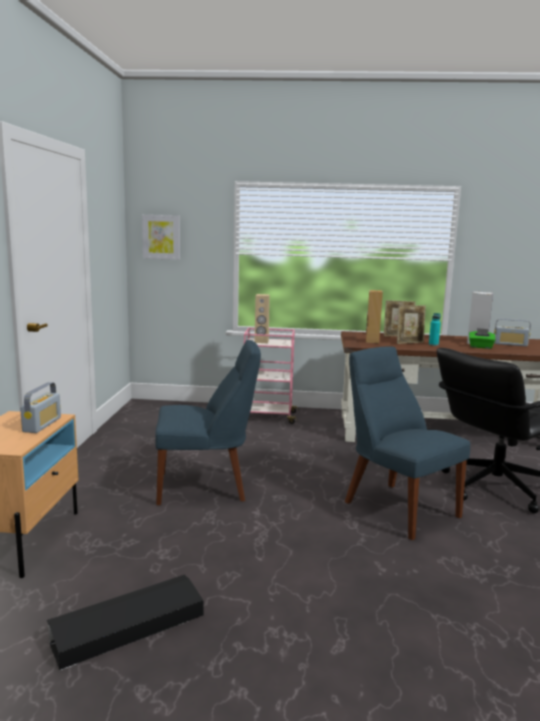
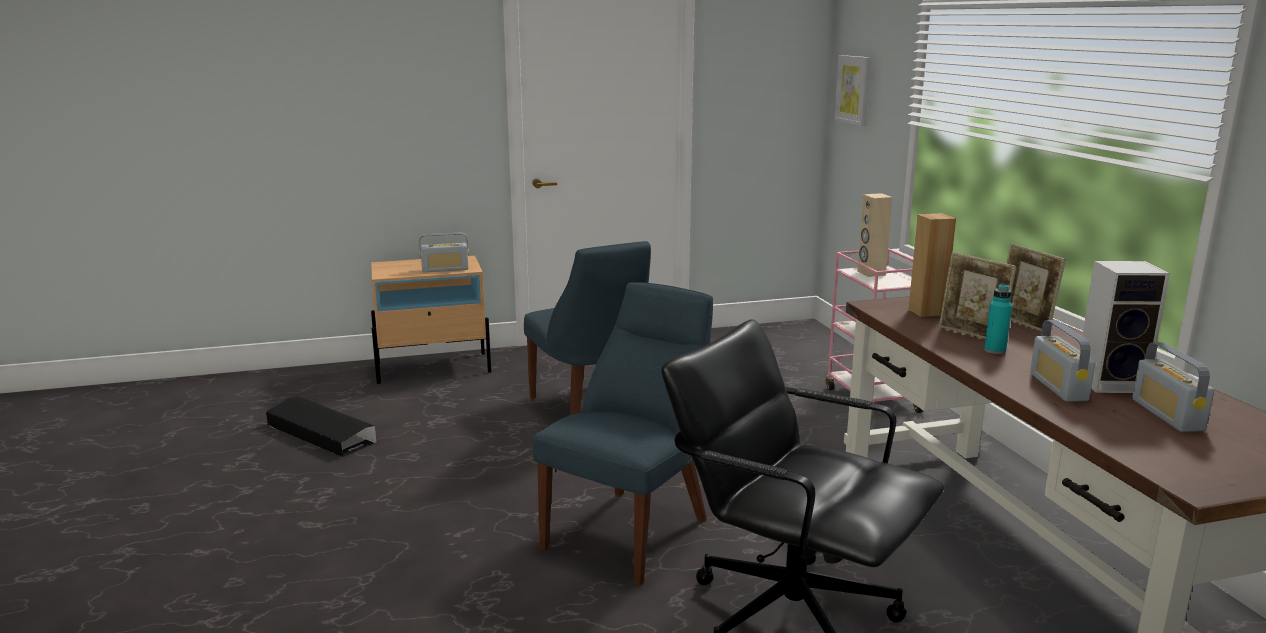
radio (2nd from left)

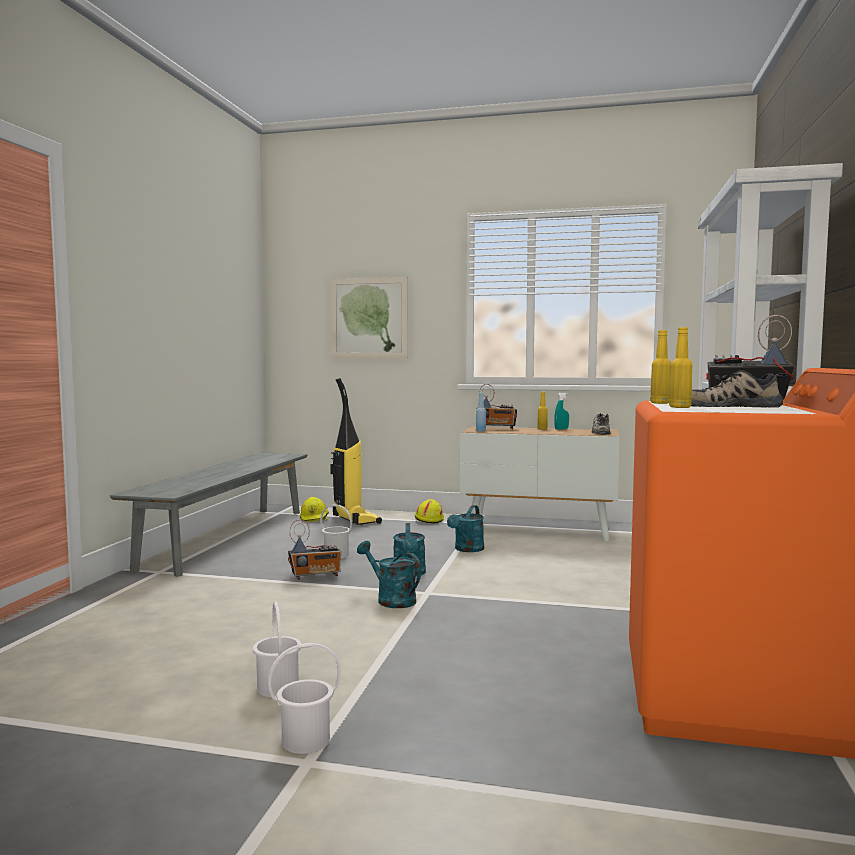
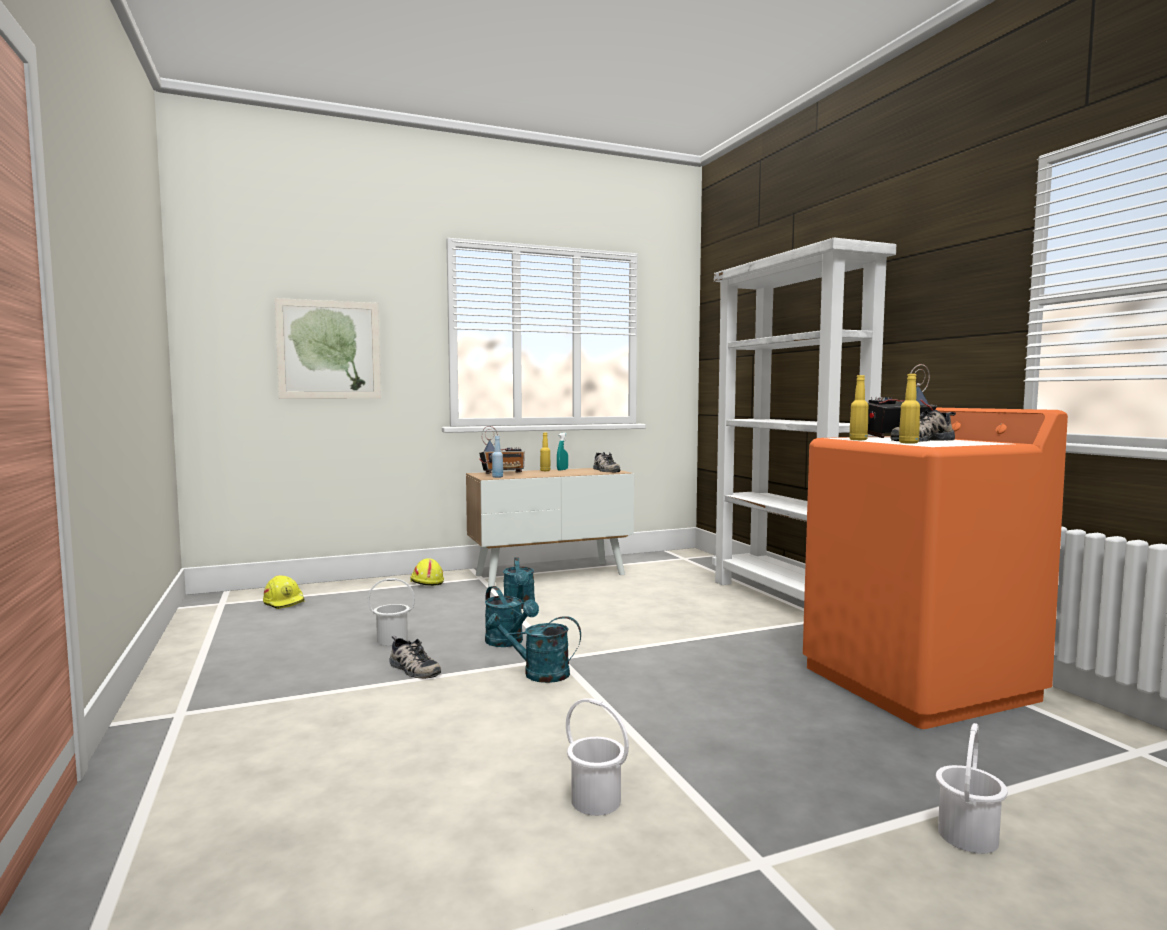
shoe (1st from left); white bucket (3rd from left); grey bench; vacuum cleaner

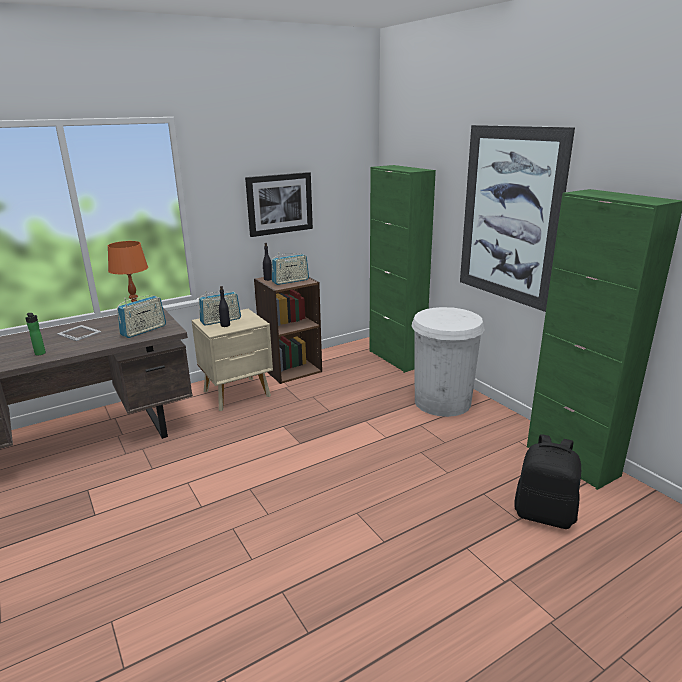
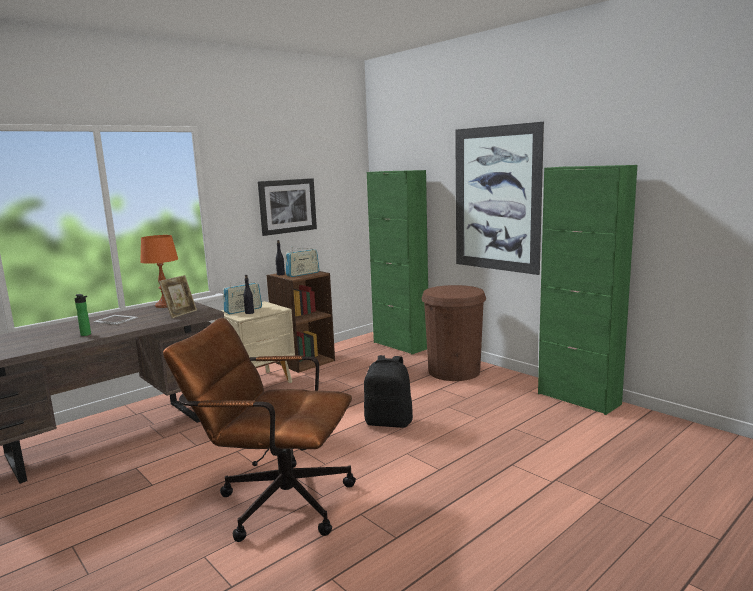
picture frame (2nd from left); brown office chair; black backpack; brown trash can

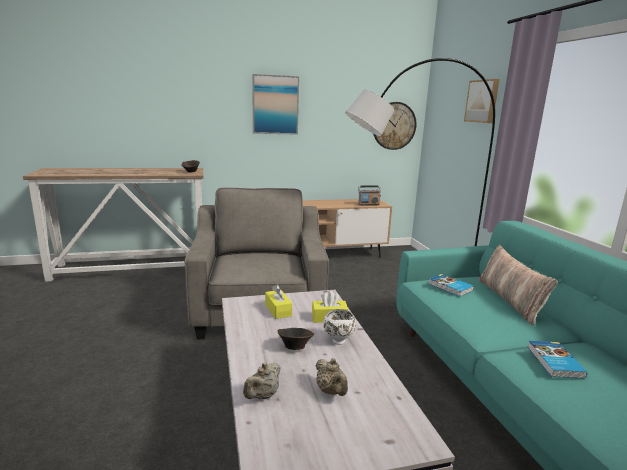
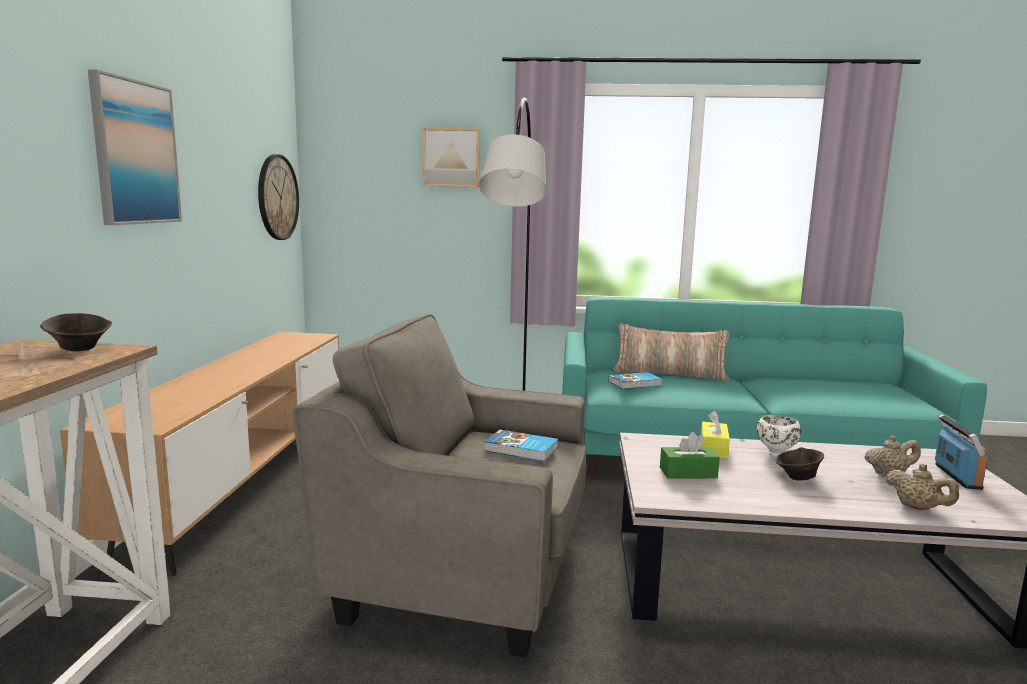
book (1st from left); green tissue box; radio

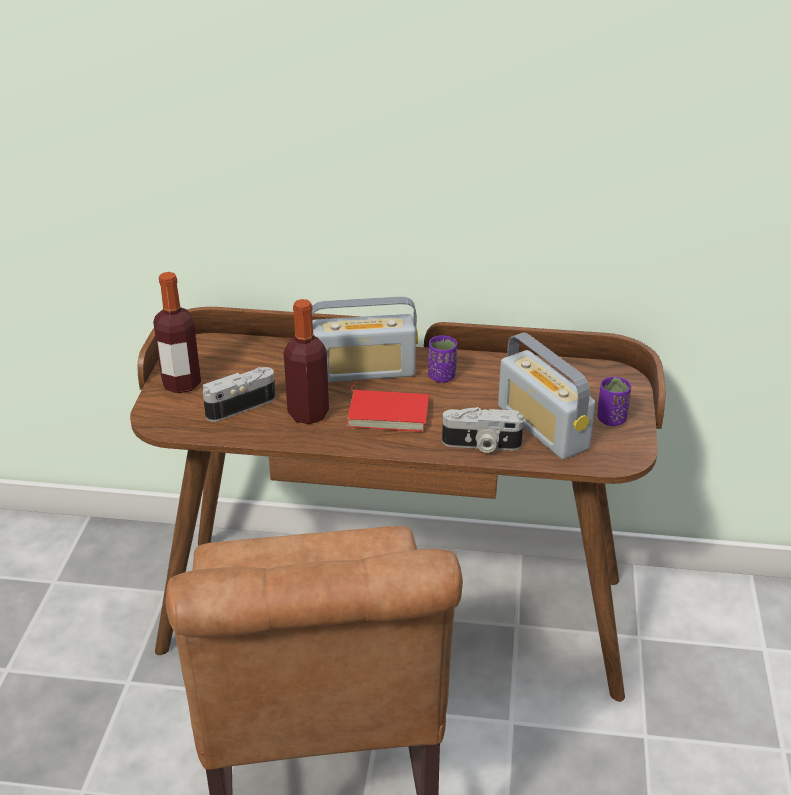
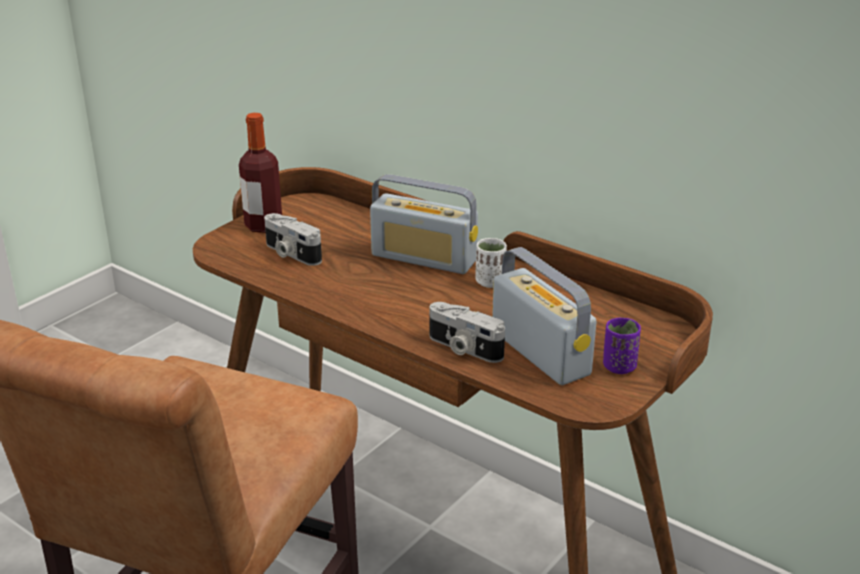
photo camera (1st from left); white cup; radio (2nd from left); bottle (2nd from left in the first image); red book

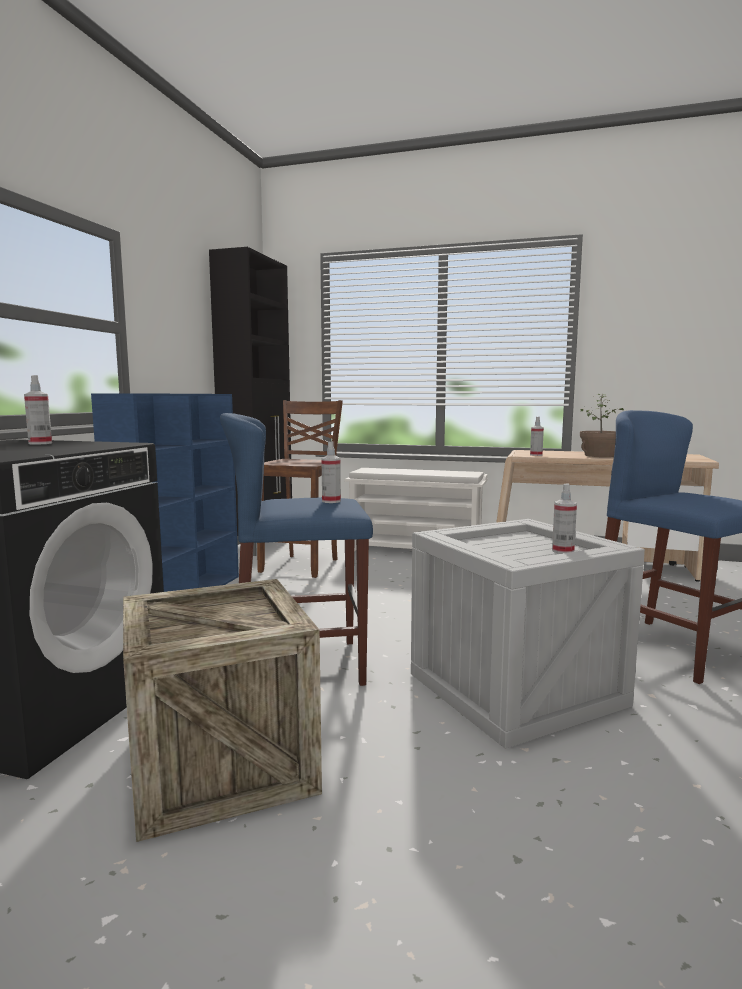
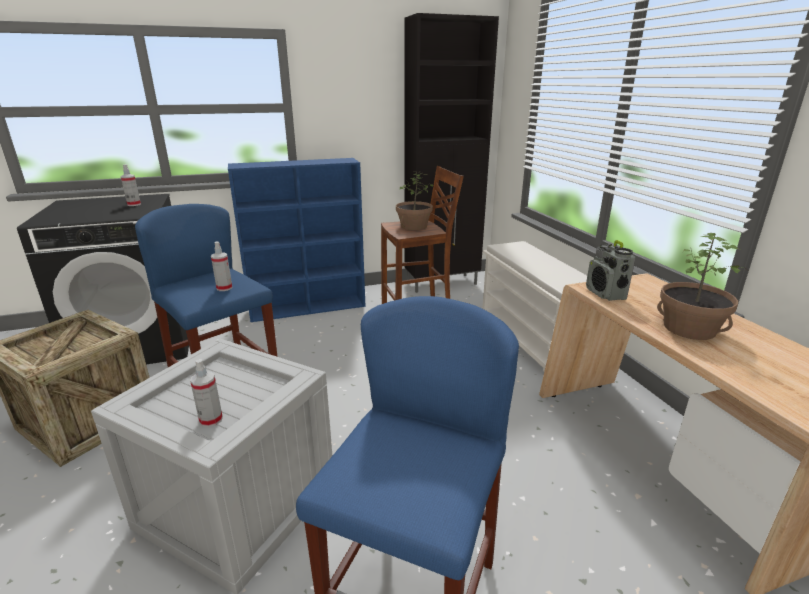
potted plant (1st from left); radio

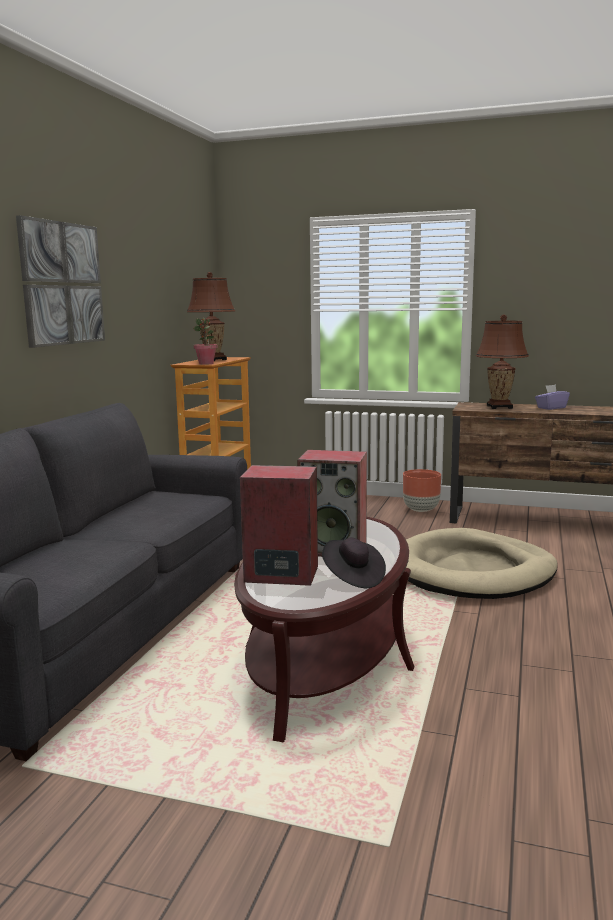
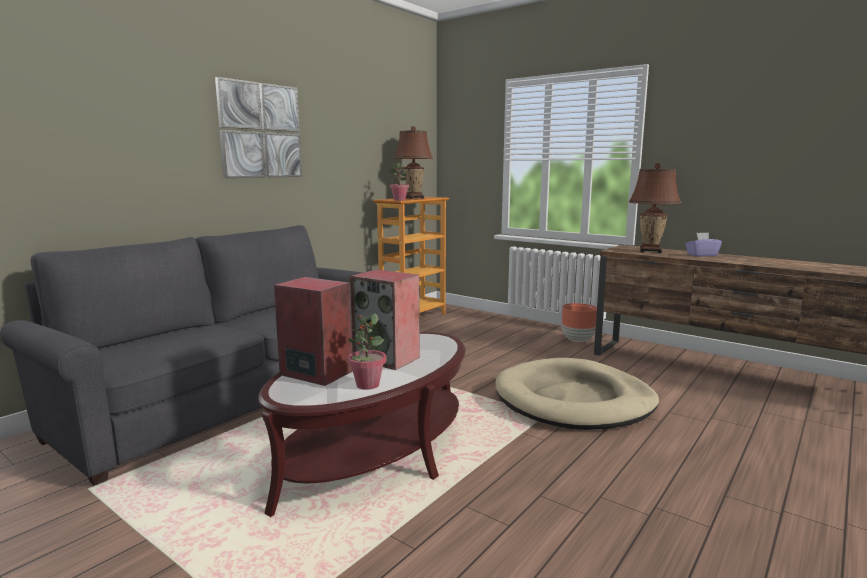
potted plant (1st from left)

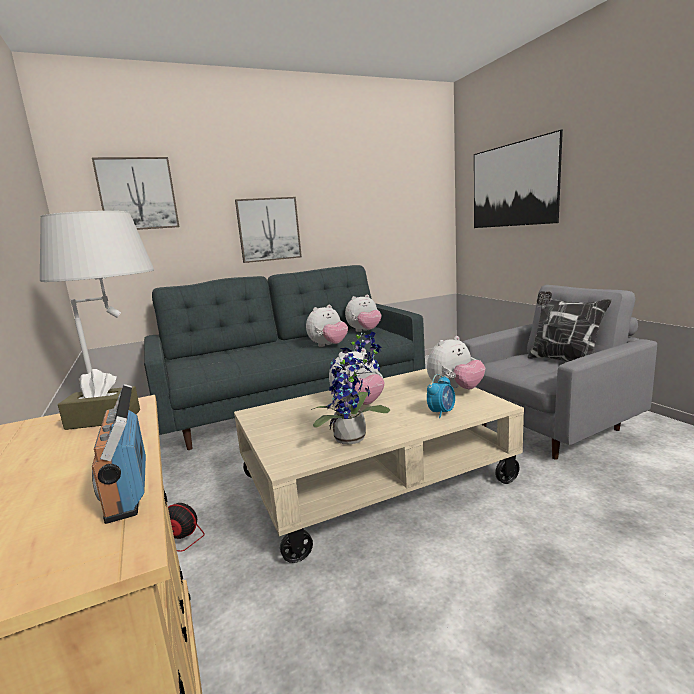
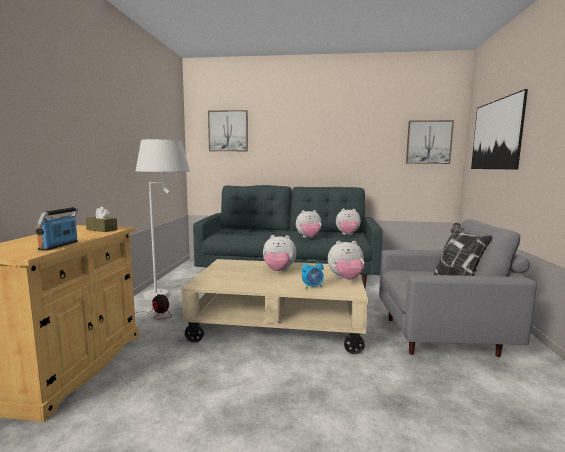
picture (2nd from left); potted plant

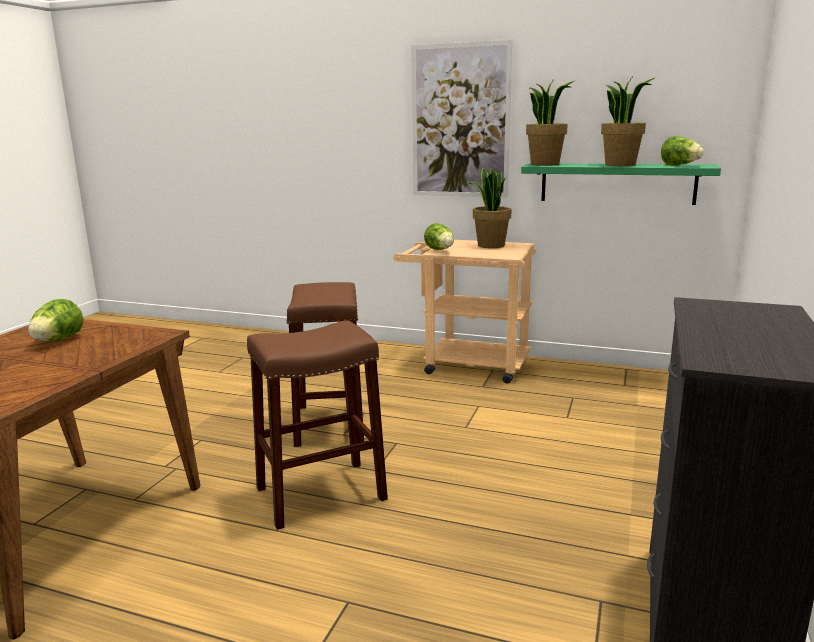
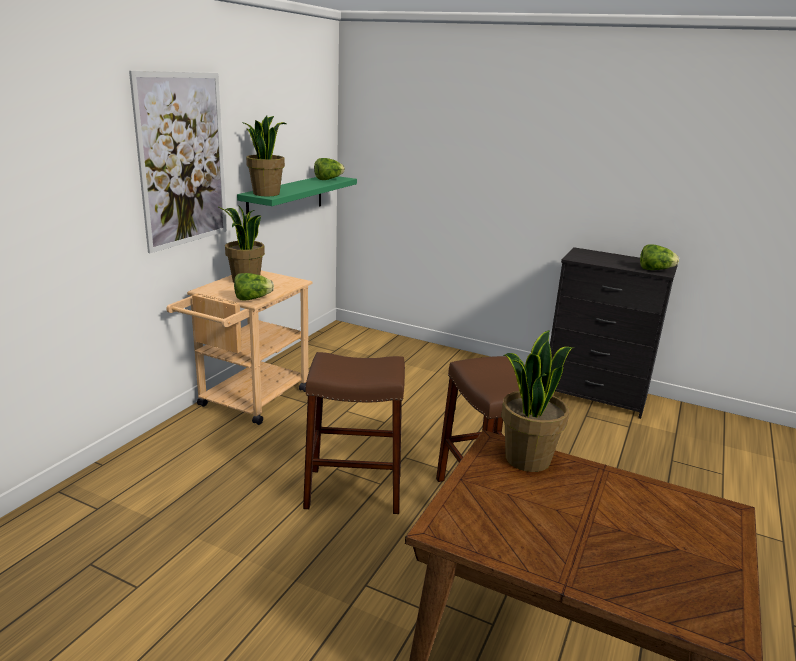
potted plant (3rd from left); lettuce (3rd from left)

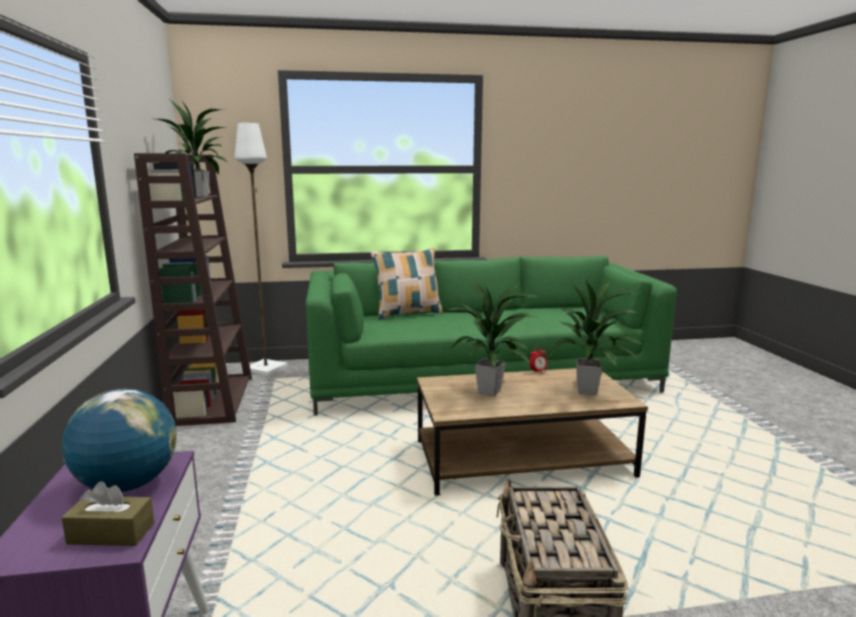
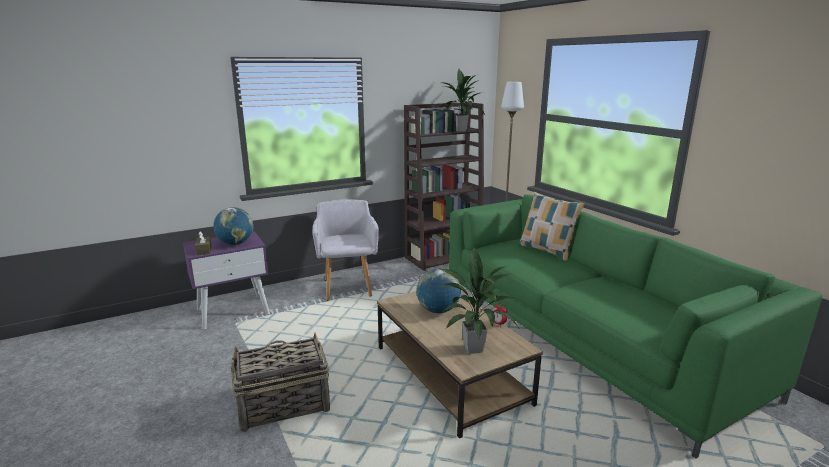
grey armchair; globe (2nd from left)

